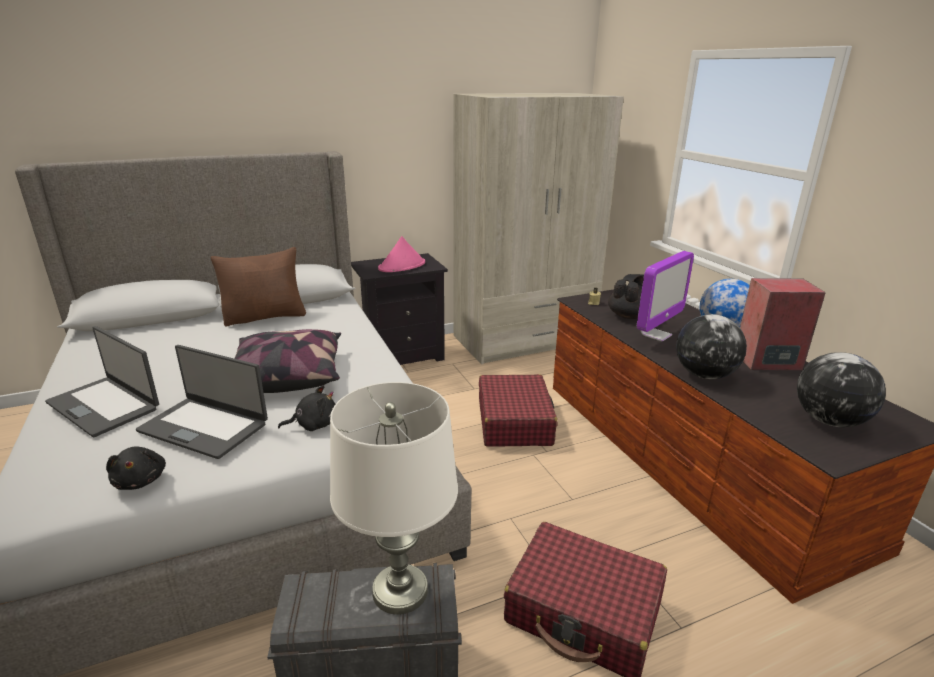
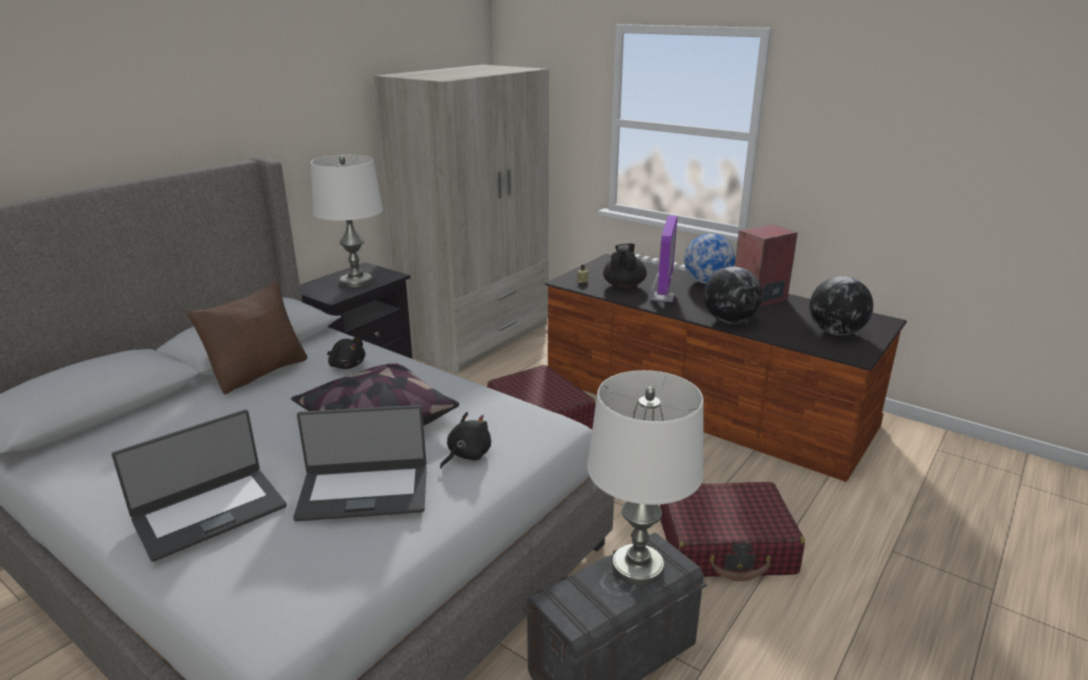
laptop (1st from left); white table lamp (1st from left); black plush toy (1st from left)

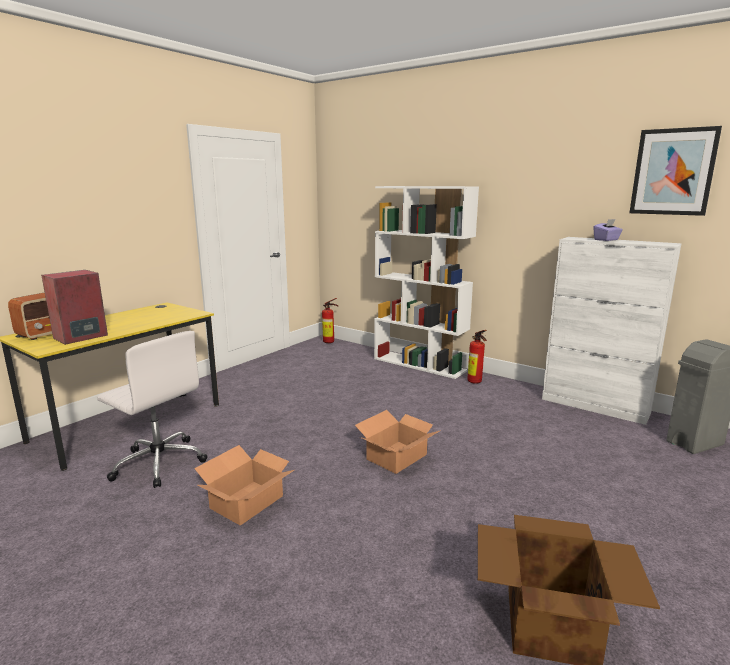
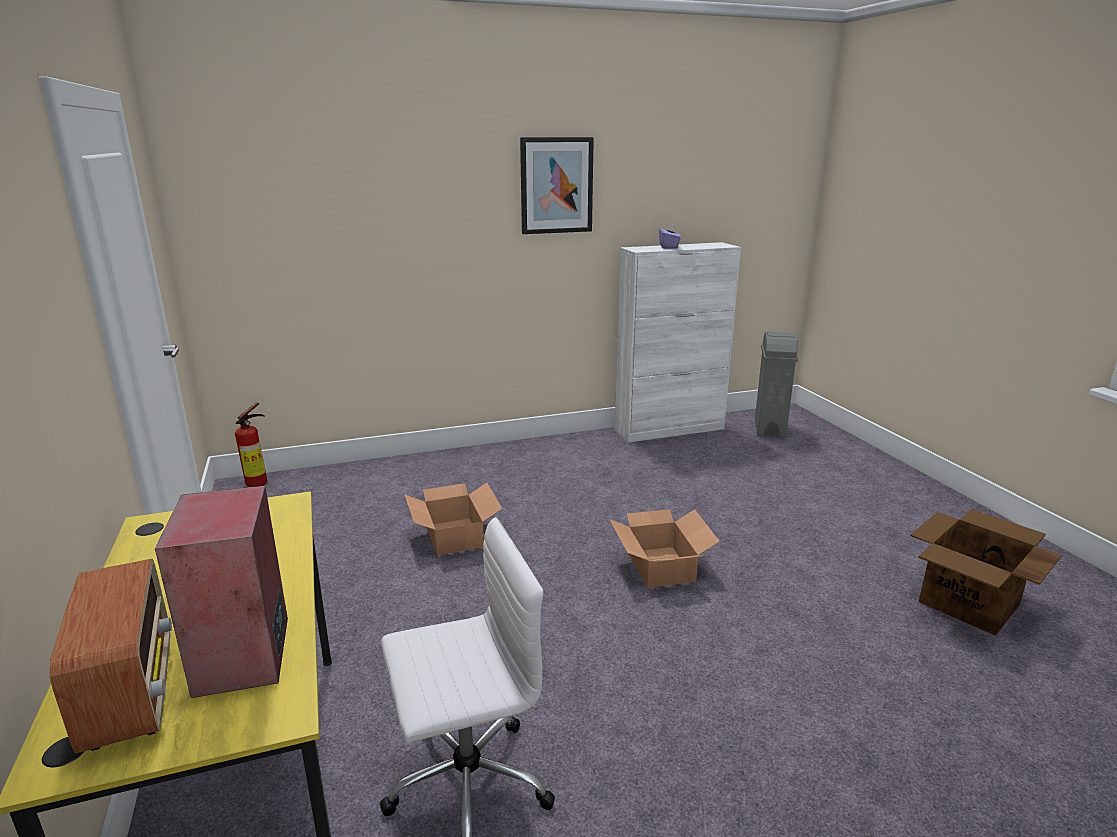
cardboard box (1st from left); picture; white bookcase; fire extinguisher (2nd from left in the first image)

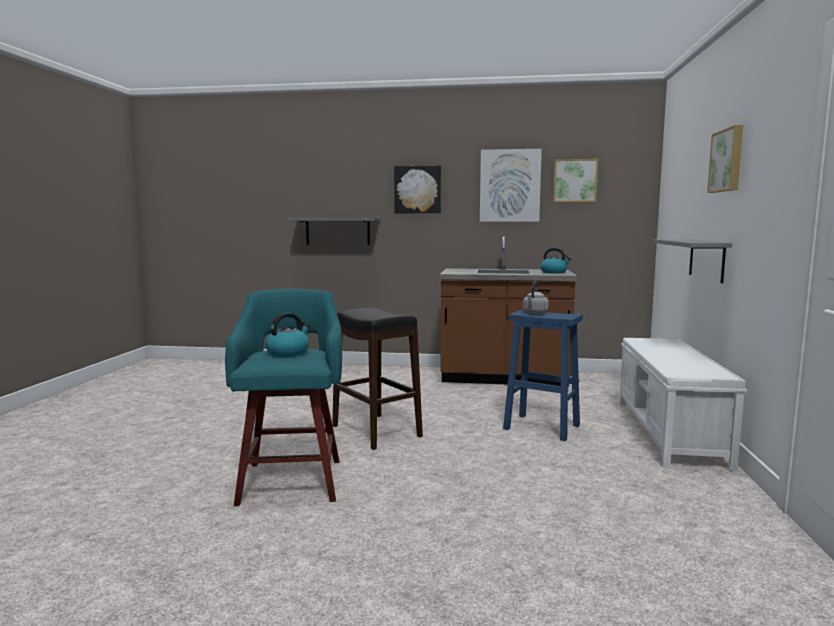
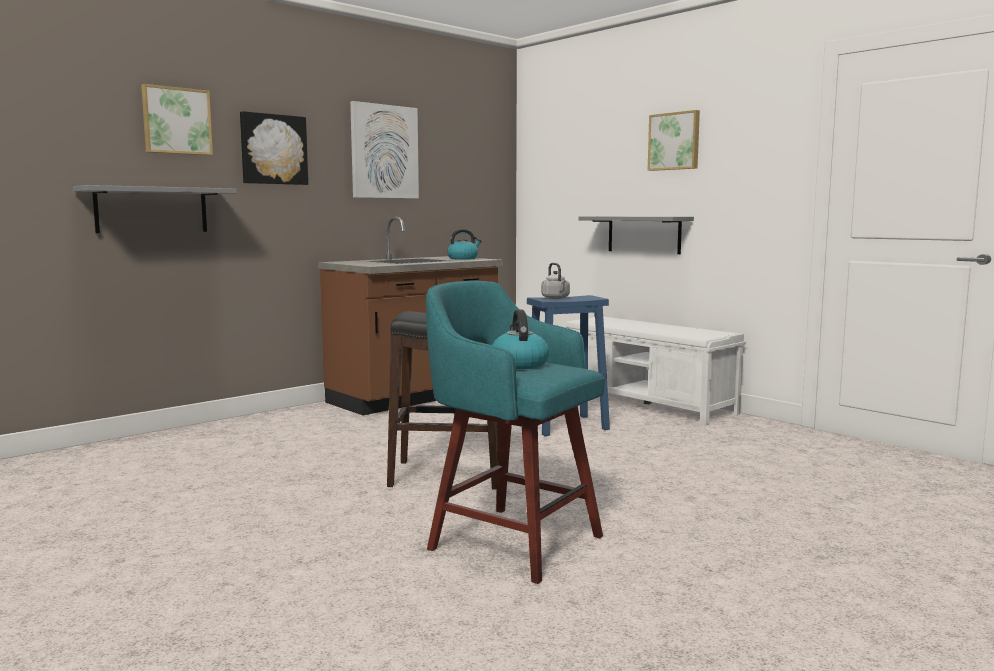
picture (1st from left)

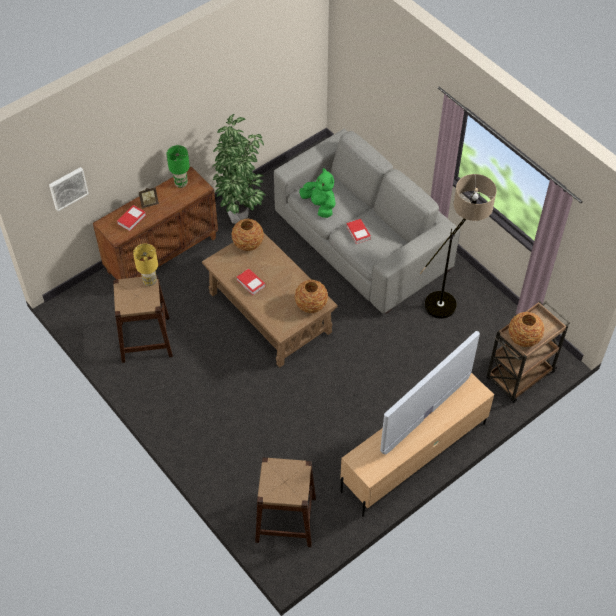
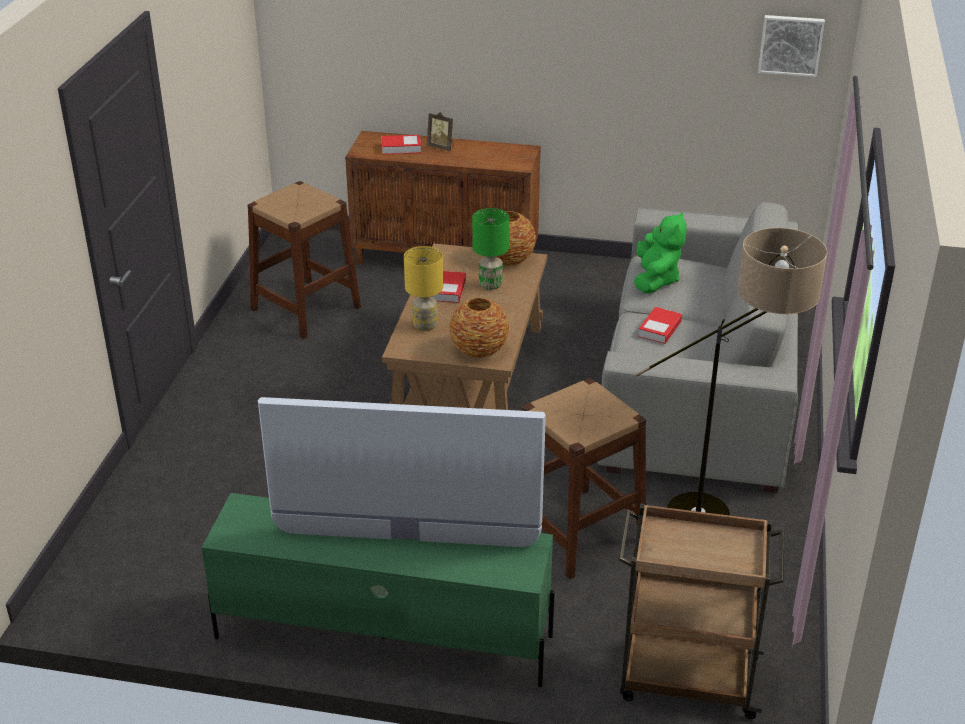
green tv stand; yellow table lamp; green table lamp; brown stool (2nd from left); picture; potted plant; vase (3rd from left in the first image)

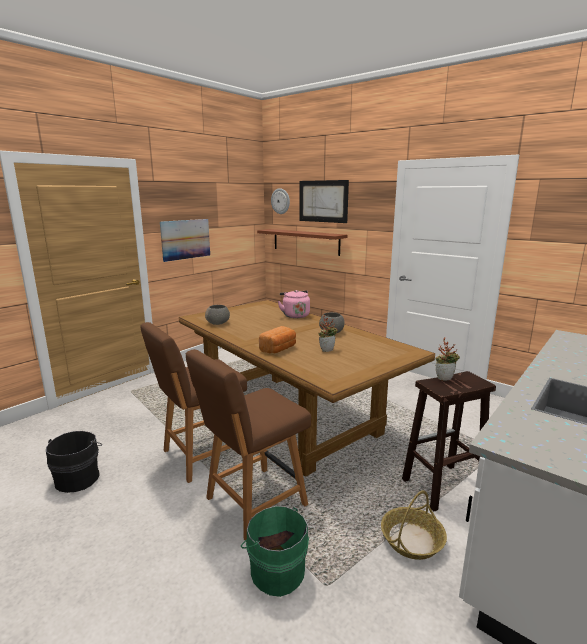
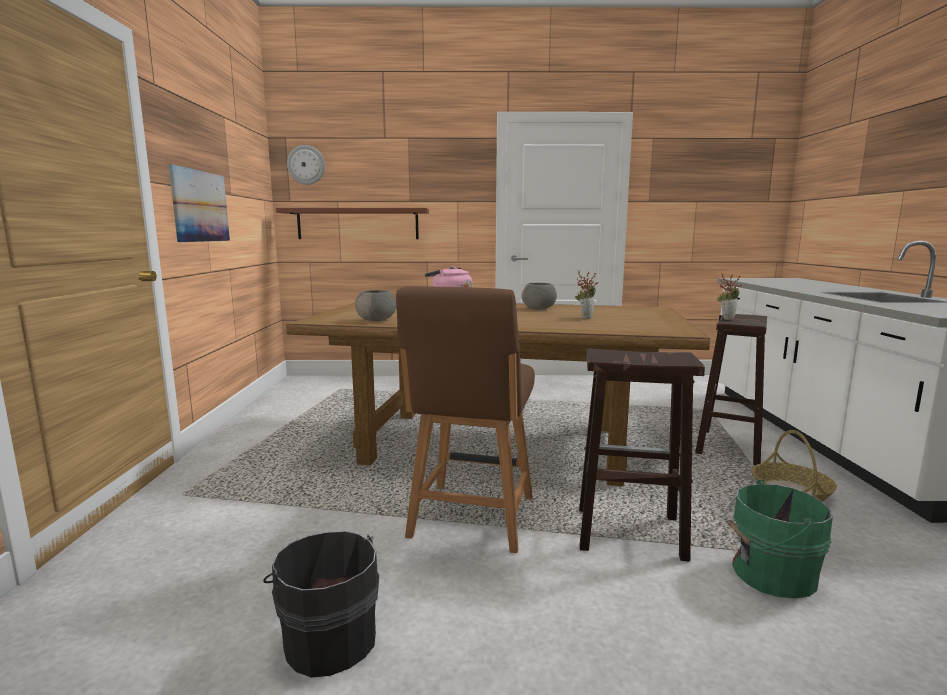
brown stool (1st from left); bread; picture (2nd from left in the first image)

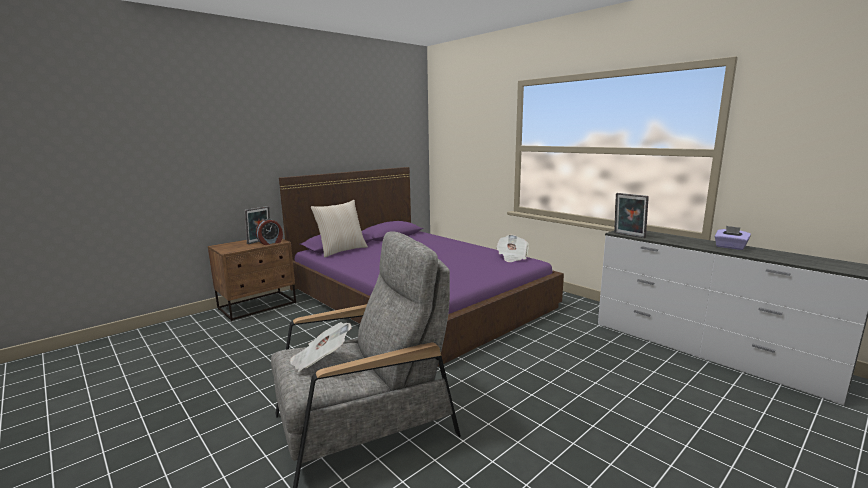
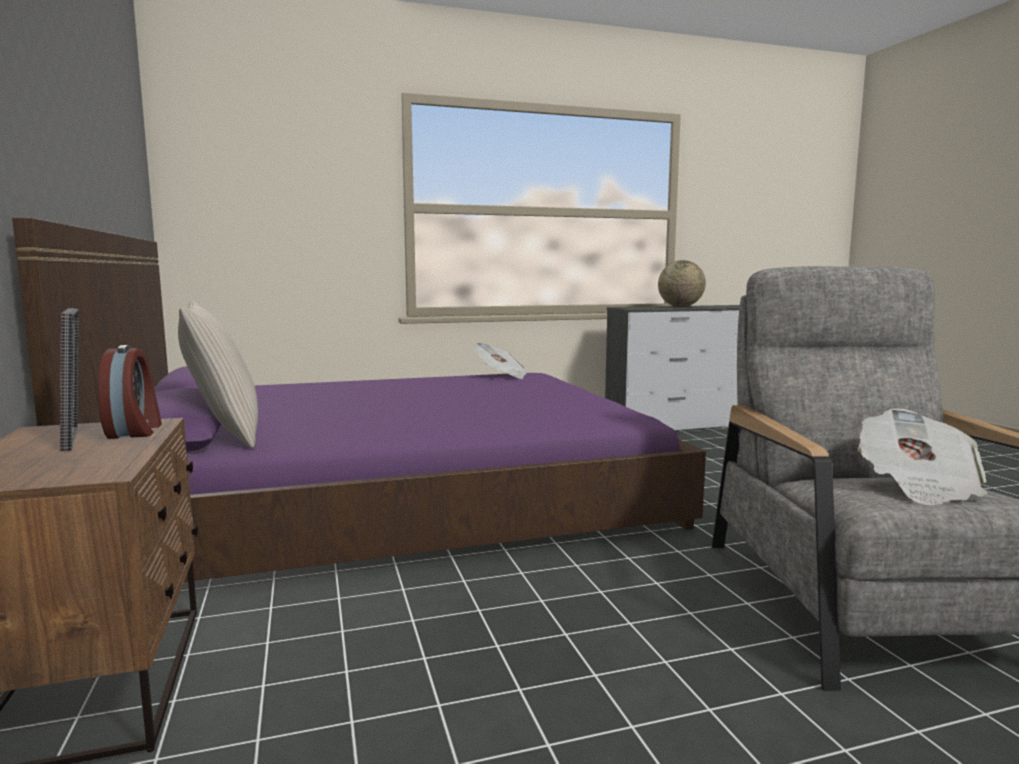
globe; picture frame (2nd from left in the first image); purple tissue box

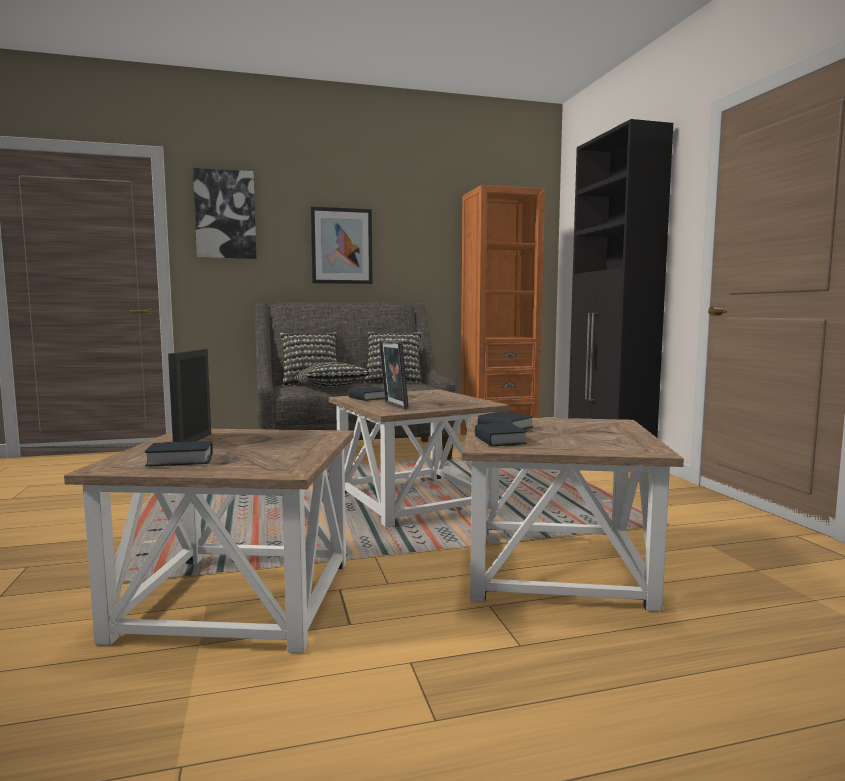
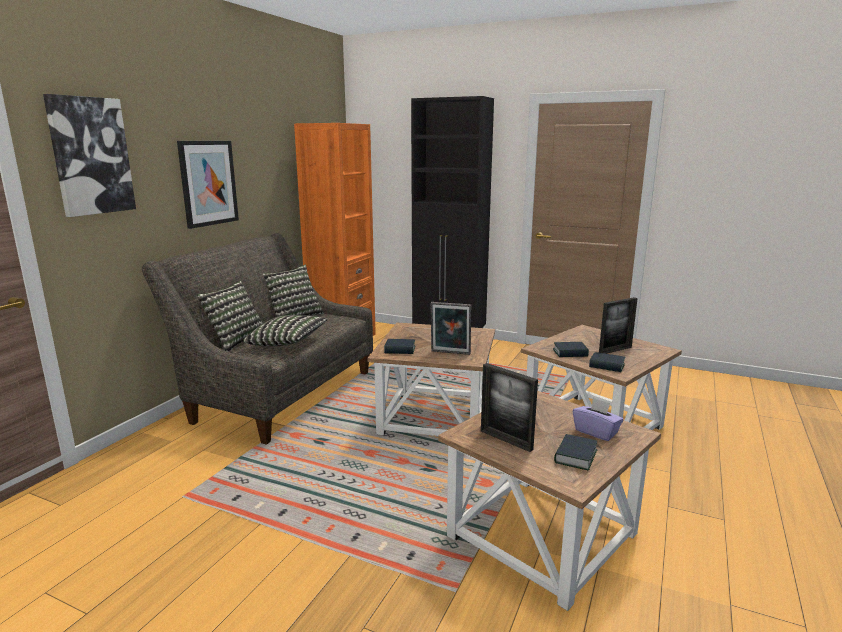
purple tissue box; picture frame (3rd from left)

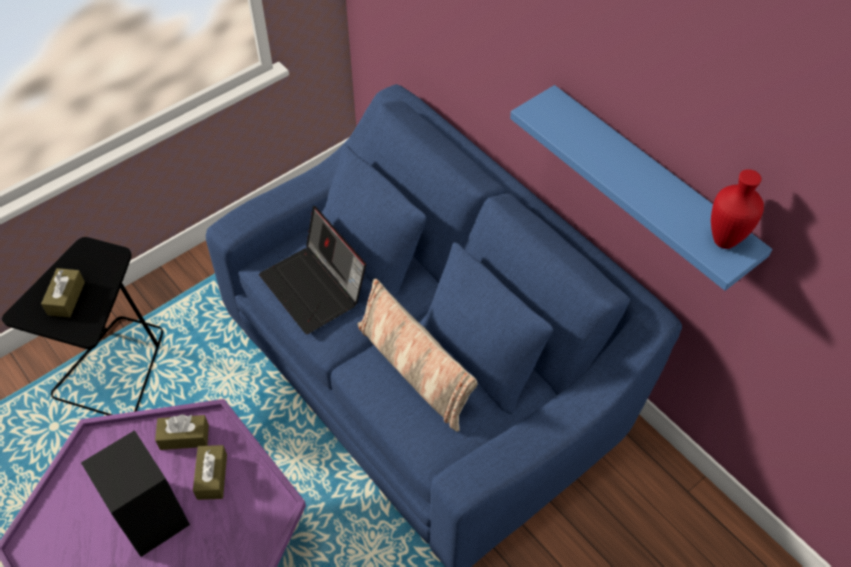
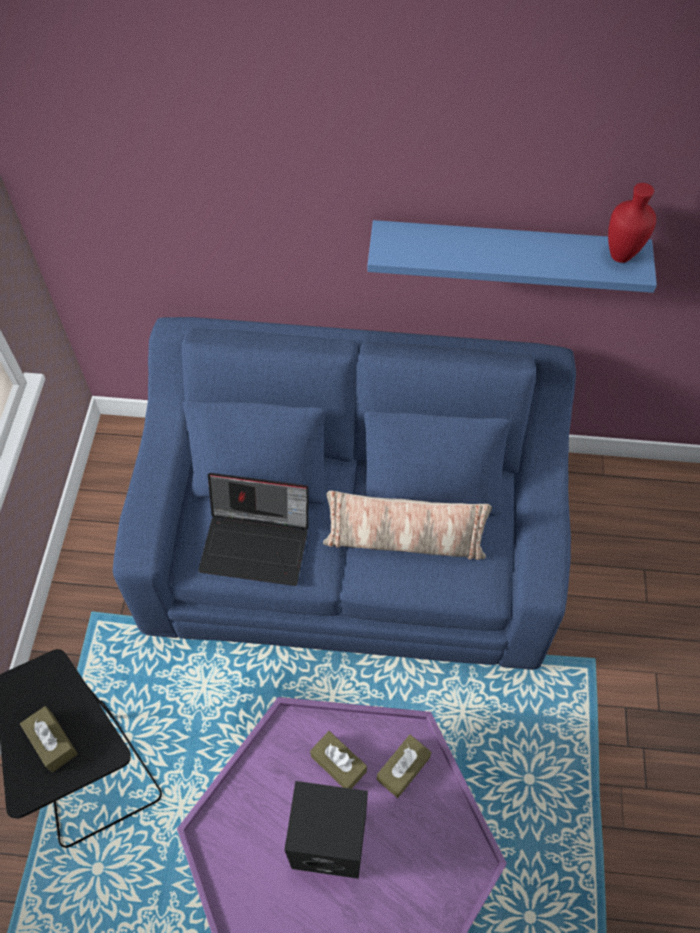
brown tissue box (3rd from left)

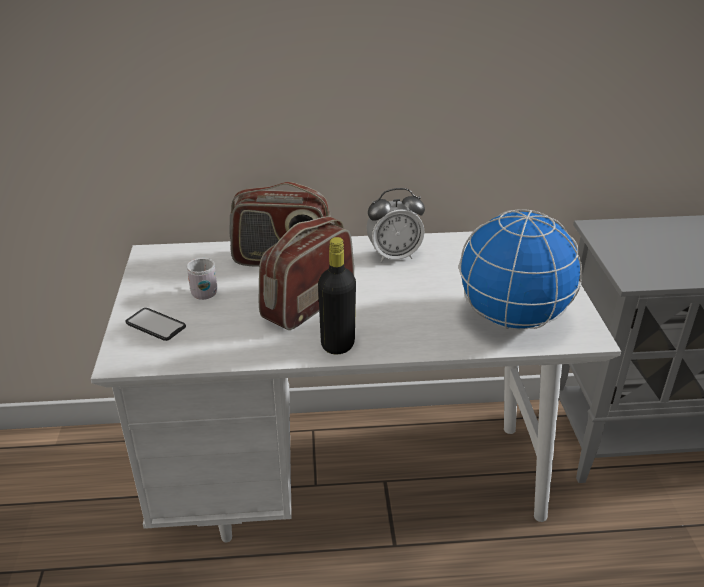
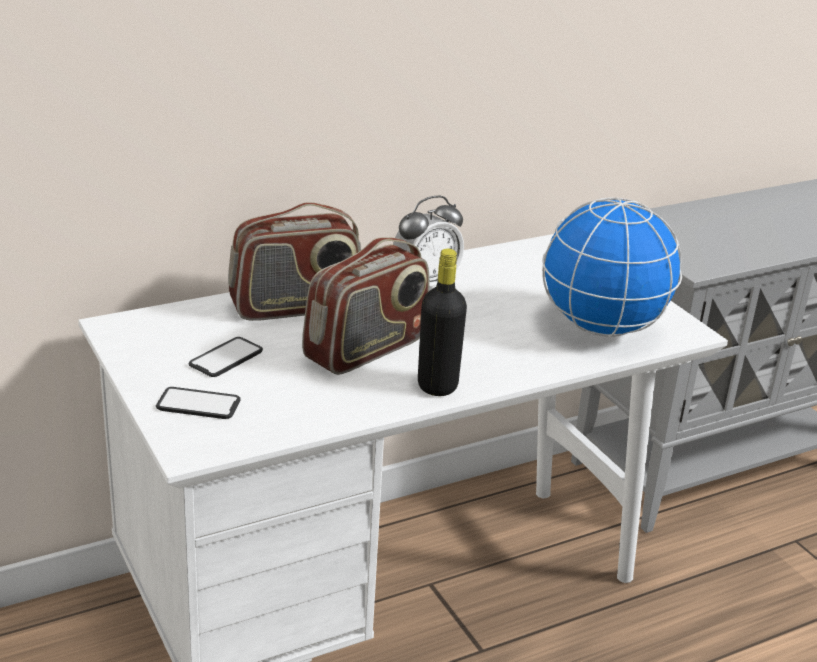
phone (2nd from left); radio (2nd from left)

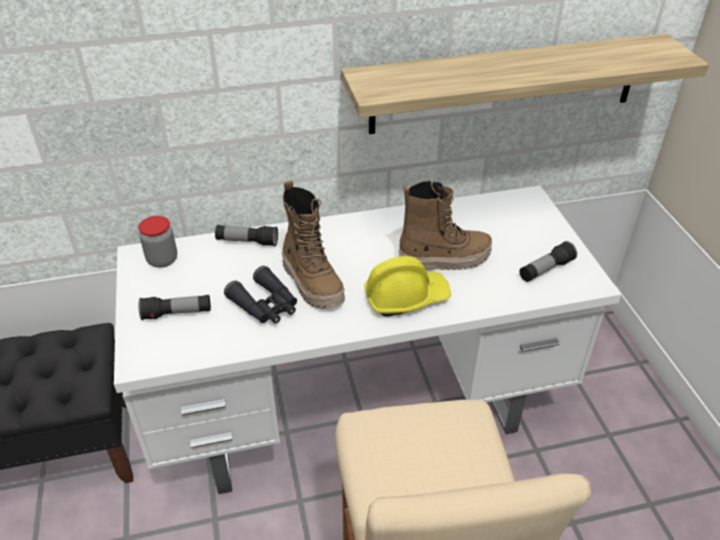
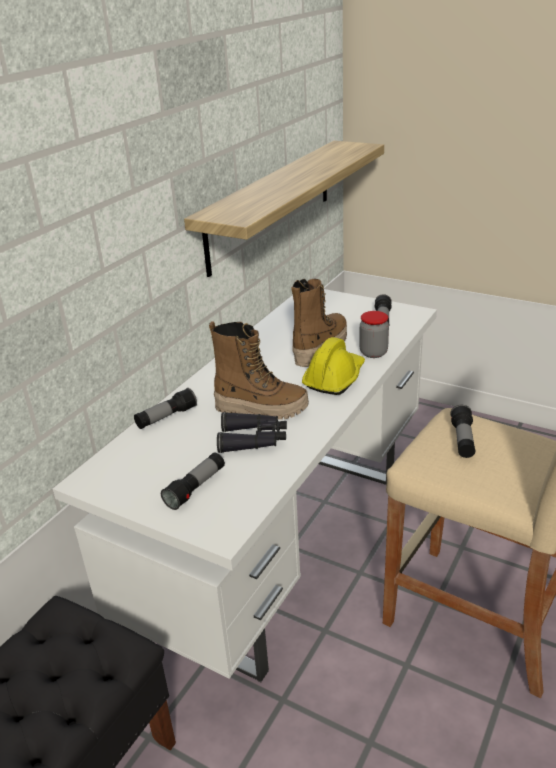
jar; flashlight (4th from left)

